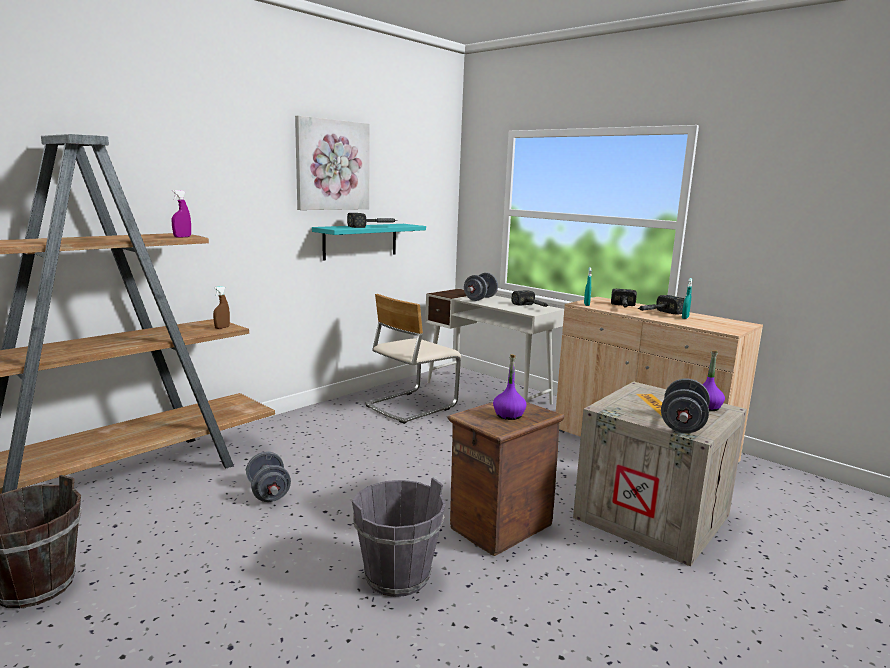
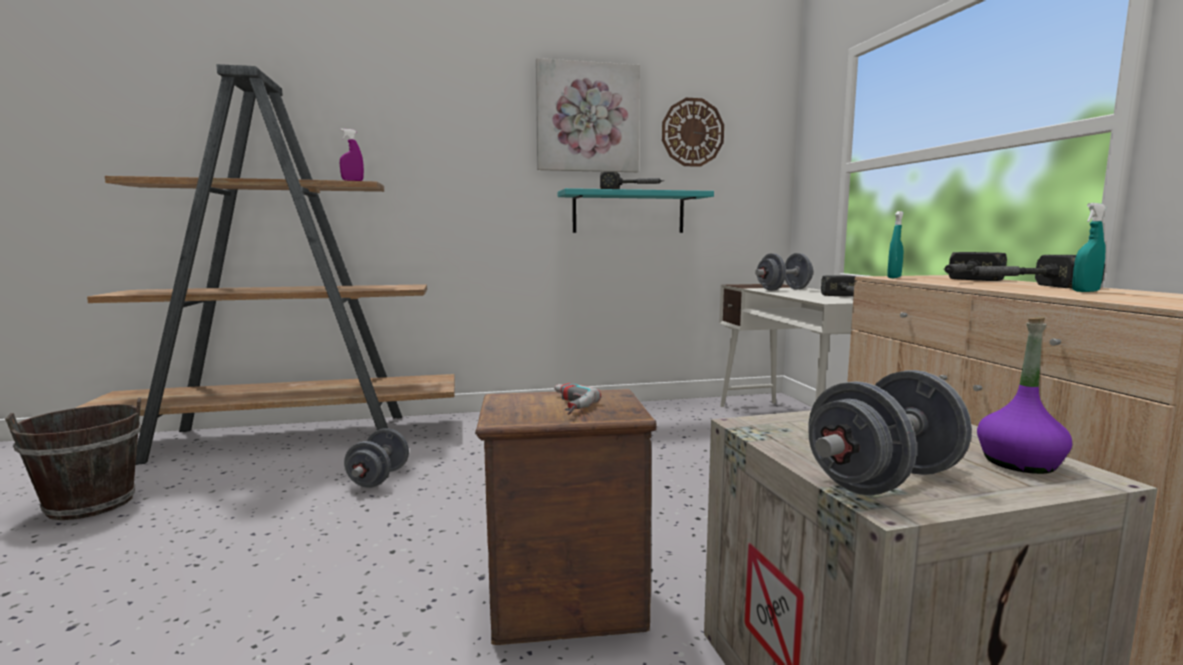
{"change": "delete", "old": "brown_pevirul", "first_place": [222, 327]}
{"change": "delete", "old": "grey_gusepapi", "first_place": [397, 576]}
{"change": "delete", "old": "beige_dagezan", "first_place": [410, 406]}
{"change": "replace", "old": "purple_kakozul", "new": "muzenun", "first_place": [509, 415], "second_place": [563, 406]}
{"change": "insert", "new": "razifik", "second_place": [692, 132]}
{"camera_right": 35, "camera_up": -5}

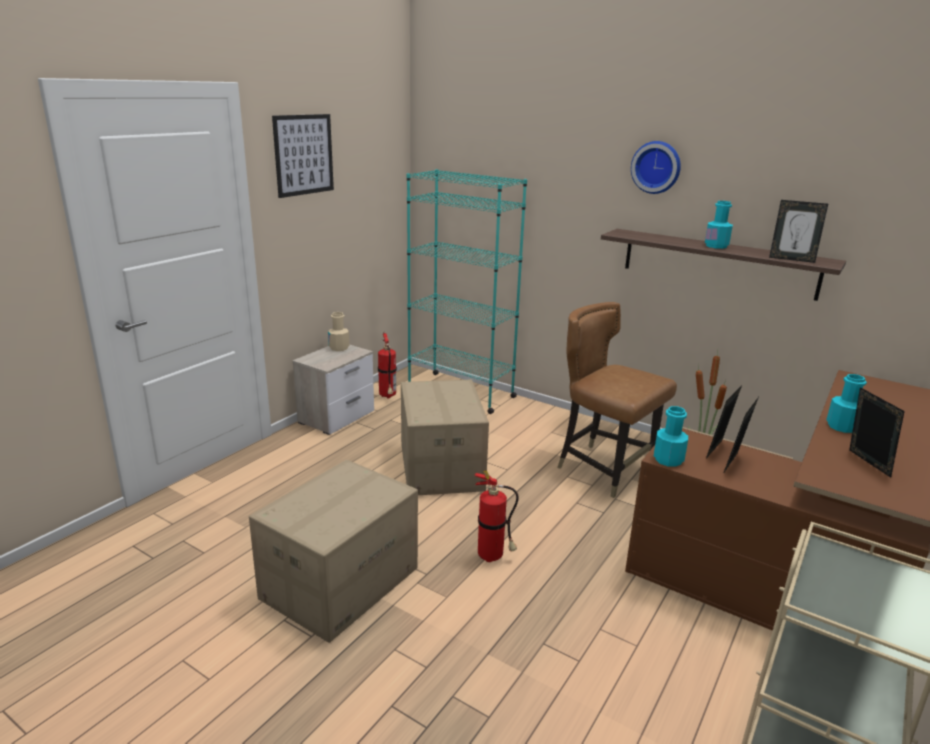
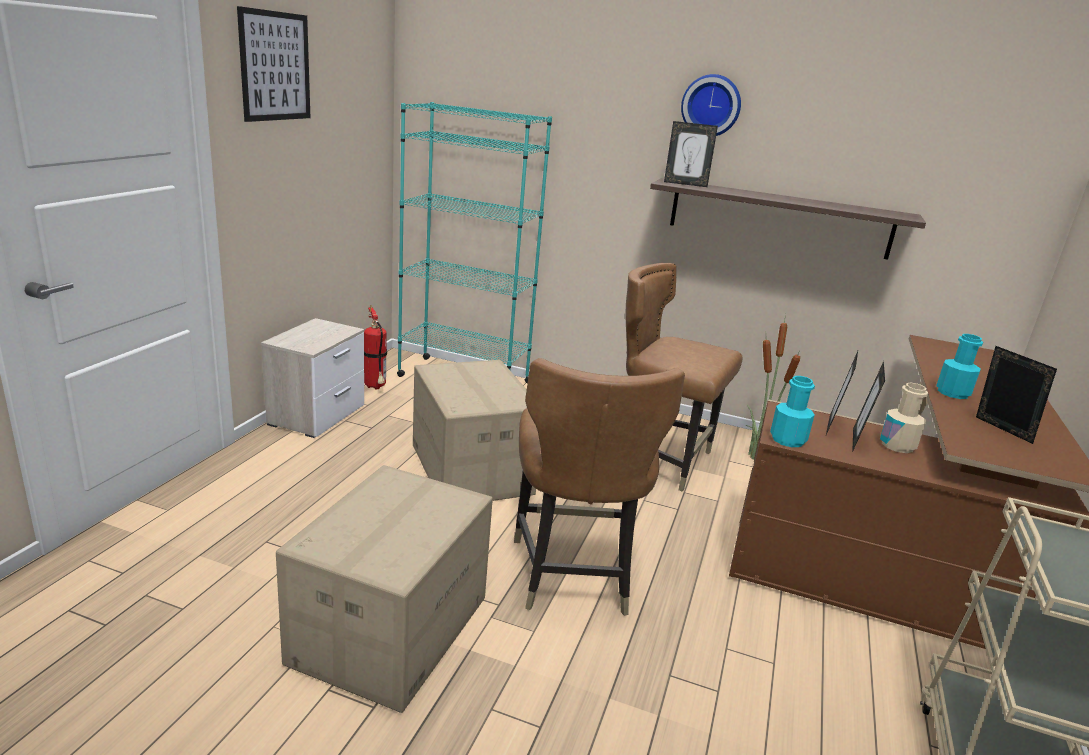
{"change": "move", "old": "beige_kakozul", "first_place": [339, 348], "second_place": [897, 445]}
{"change": "replace", "old": "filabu", "new": "brown_dagezan", "first_place": [493, 557], "second_place": [573, 574]}
{"change": "delete", "old": "turquoise_kakozul", "first_place": [716, 246]}
{"change": "move", "old": "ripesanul", "first_place": [791, 259], "second_place": [685, 184]}
{"camera_right": -15, "camera_up": 0}

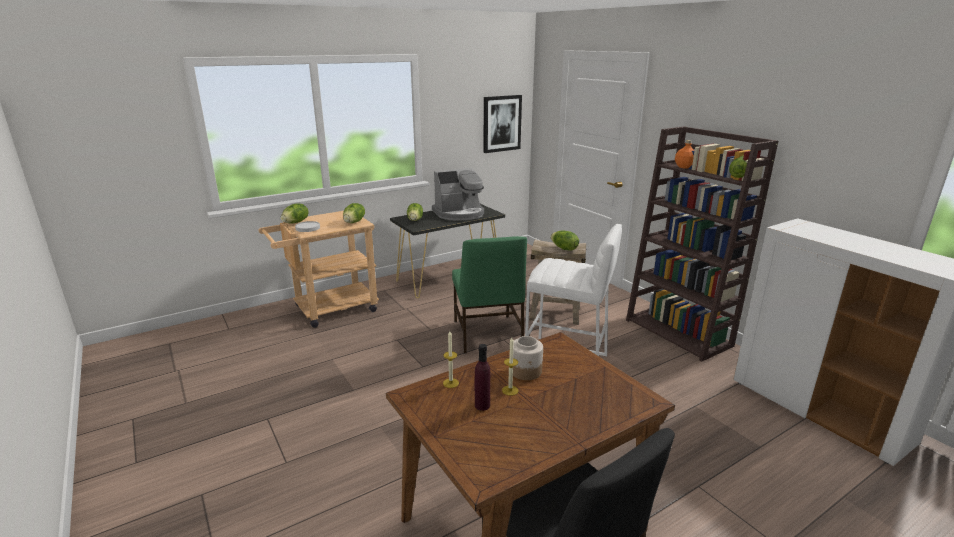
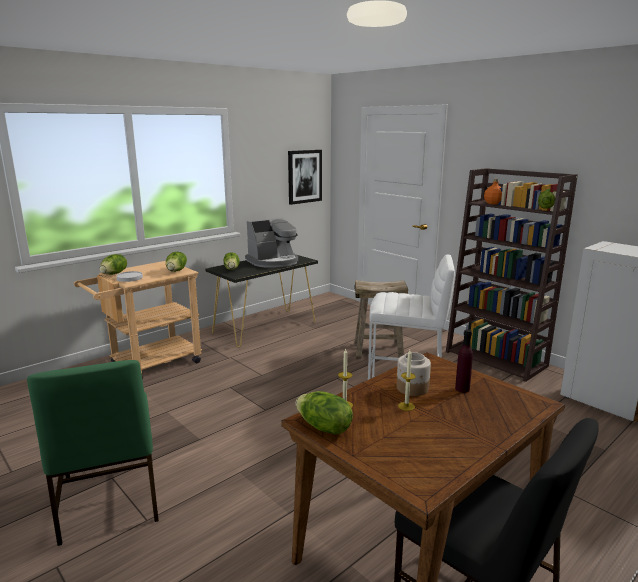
{"change": "move", "old": "green_dagezan", "first_place": [487, 334], "second_place": [108, 501]}
{"change": "move", "old": "purple_kakozul", "first_place": [482, 405], "second_place": [462, 389]}
{"change": "move", "old": "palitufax", "first_place": [564, 248], "second_place": [323, 428]}
{"camera_right": -10, "camera_up": -5}

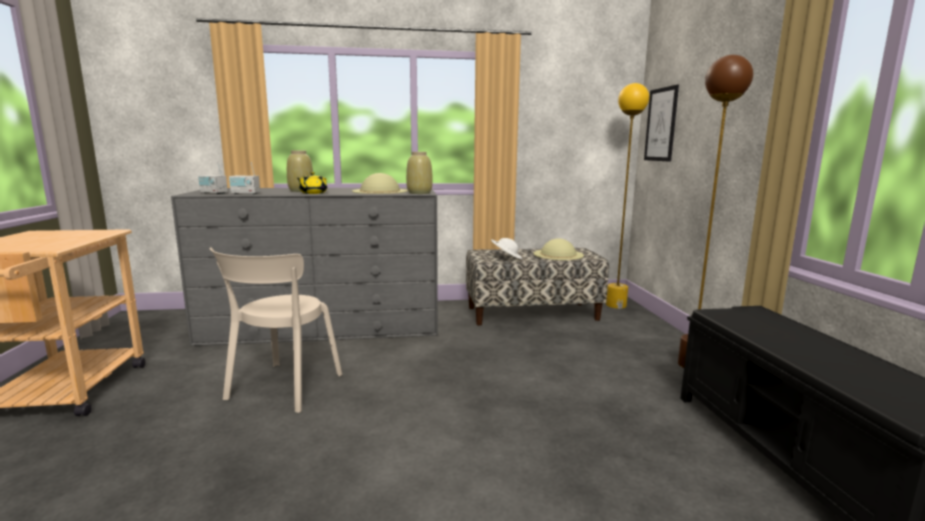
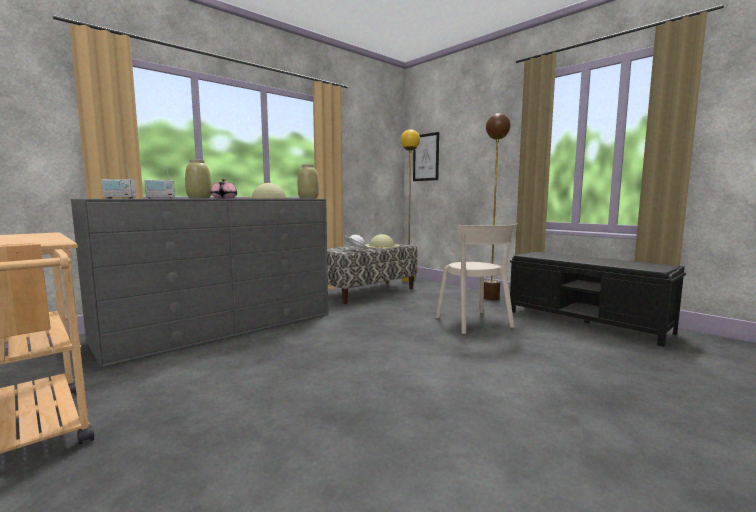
{"change": "move", "old": "beige_dagezan", "first_place": [282, 389], "second_place": [475, 323]}
{"change": "recolor", "old": "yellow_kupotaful", "new": "pink_kupotaful", "first_place": [313, 193], "second_place": [224, 198]}
{"camera_right": -35, "camera_up": -5}

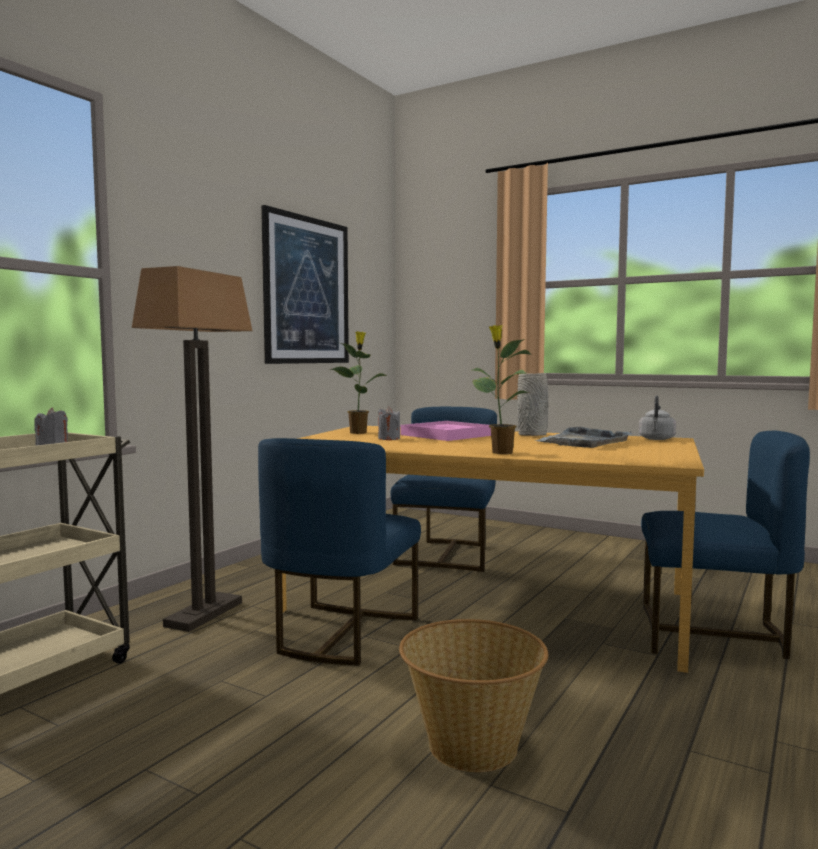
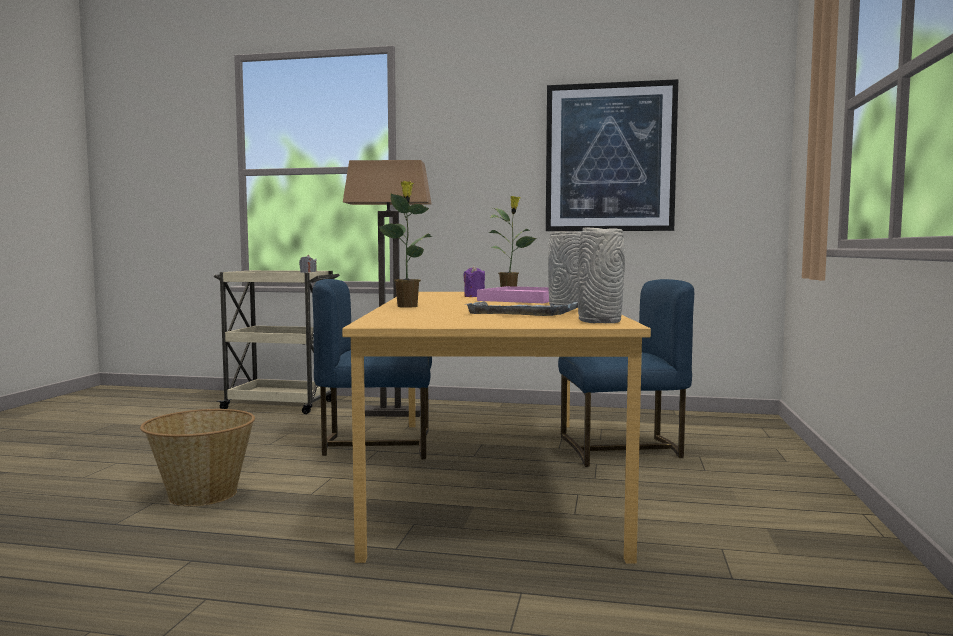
{"change": "recolor", "old": "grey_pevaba", "new": "purple_pevaba", "first_place": [389, 438], "second_place": [474, 296]}
{"change": "replace", "old": "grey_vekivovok", "new": "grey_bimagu", "first_place": [656, 439], "second_place": [599, 321]}
{"change": "delete", "old": "blue_dagezan", "first_place": [712, 635]}
{"camera_right": 70, "camera_up": 0}

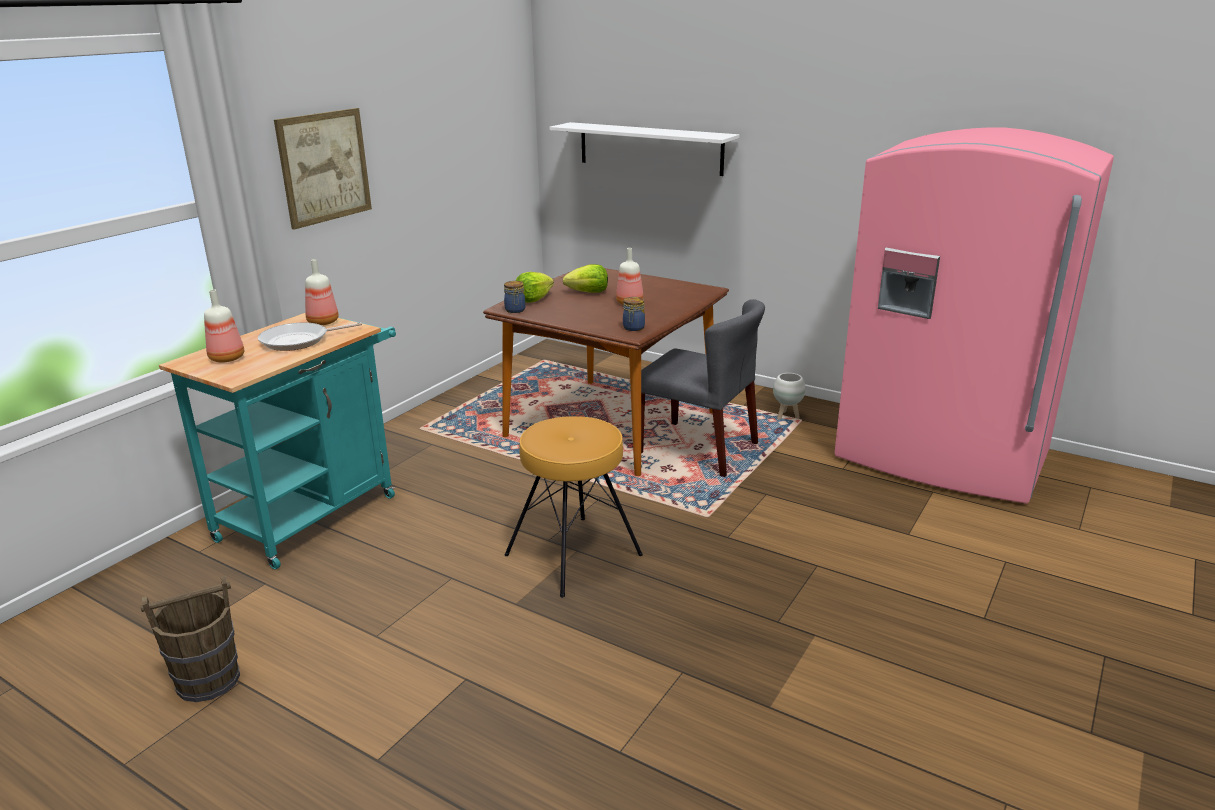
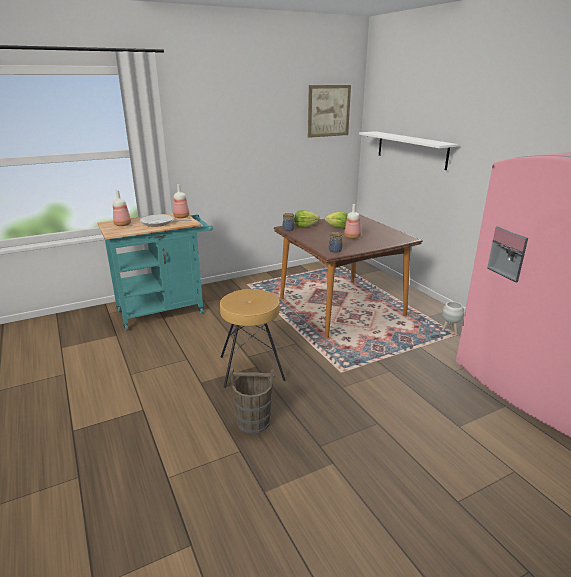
{"change": "move", "old": "brown_gusepapi", "first_place": [209, 680], "second_place": [254, 422]}
{"change": "move", "old": "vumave", "first_place": [324, 167], "second_place": [328, 111]}
{"change": "delete", "old": "grey_dagezan", "first_place": [698, 449]}
{"camera_right": 30, "camera_up": 0}

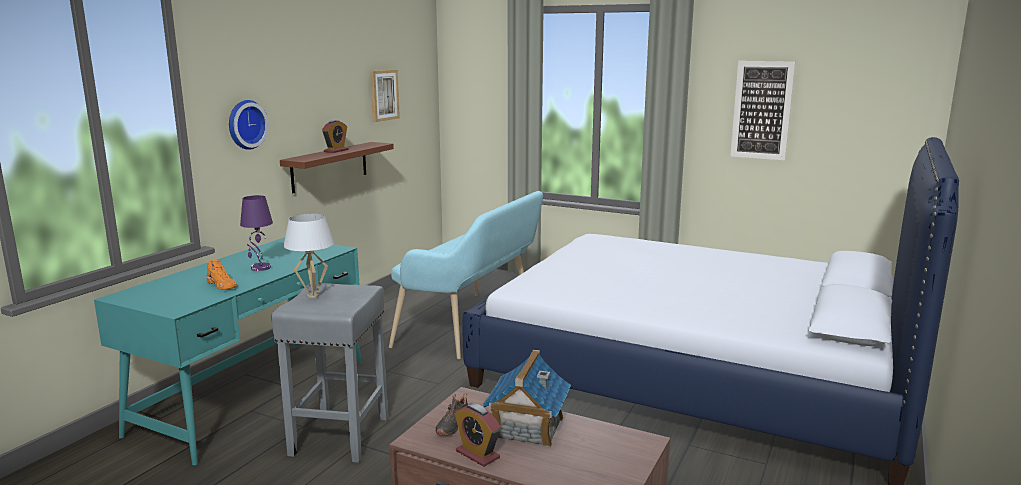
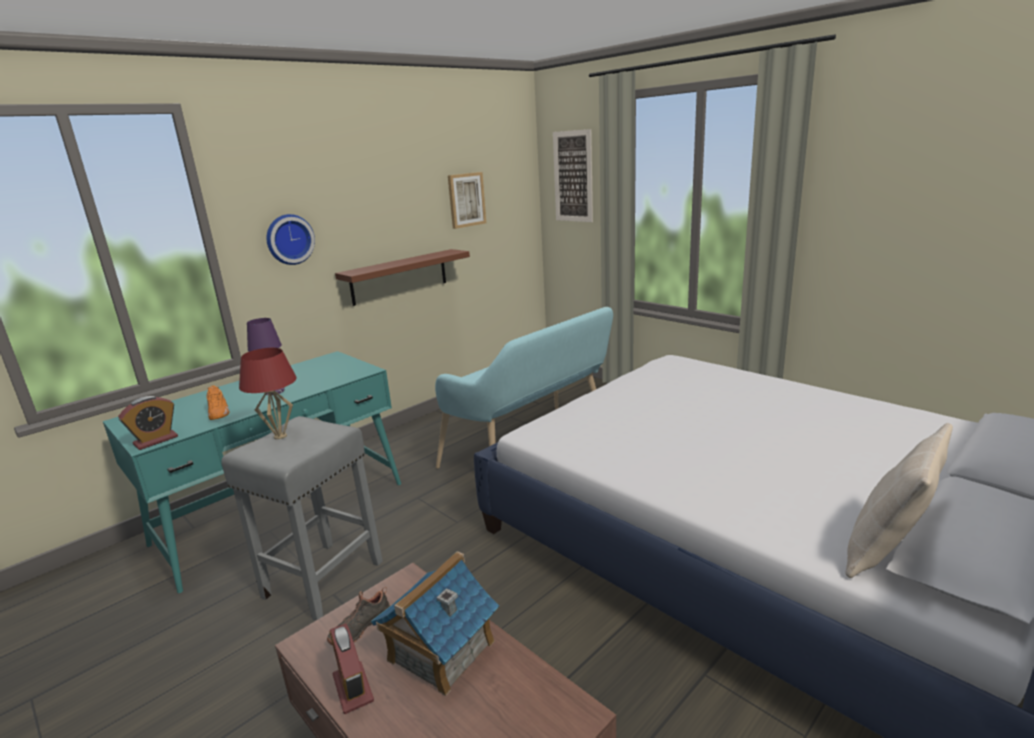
{"change": "recolor", "old": "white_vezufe", "new": "red_vezufe", "first_place": [313, 296], "second_place": [280, 436]}
{"change": "move", "old": "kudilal", "first_place": [336, 150], "second_place": [156, 440]}
{"change": "move", "old": "vumave", "first_place": [761, 110], "second_place": [573, 176]}
{"change": "insert", "new": "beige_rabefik", "second_place": [887, 551]}
{"camera_right": 20, "camera_up": 5}

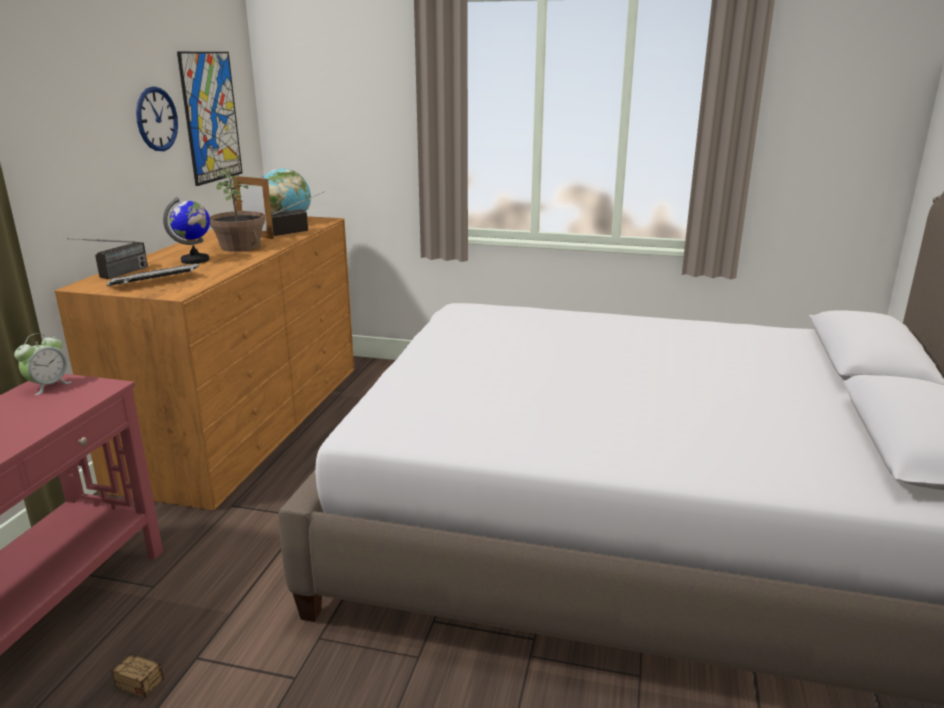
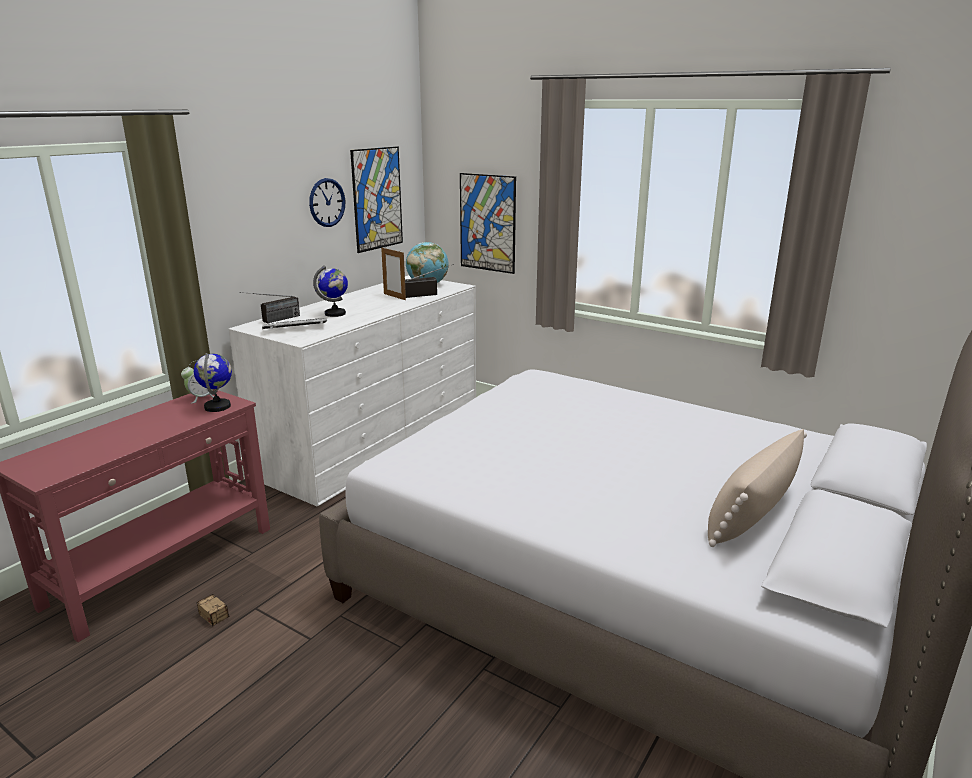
{"change": "recolor", "old": "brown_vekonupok", "new": "white_vekonupok", "first_place": [247, 421], "second_place": [374, 442]}
{"change": "delete", "old": "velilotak", "first_place": [241, 246]}
{"change": "insert", "new": "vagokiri", "second_place": [218, 406]}
{"change": "insert", "new": "vumave", "second_place": [487, 223]}
{"change": "insert", "new": "beige_rabefik", "second_place": [751, 513]}
{"camera_right": 20, "camera_up": 0}

